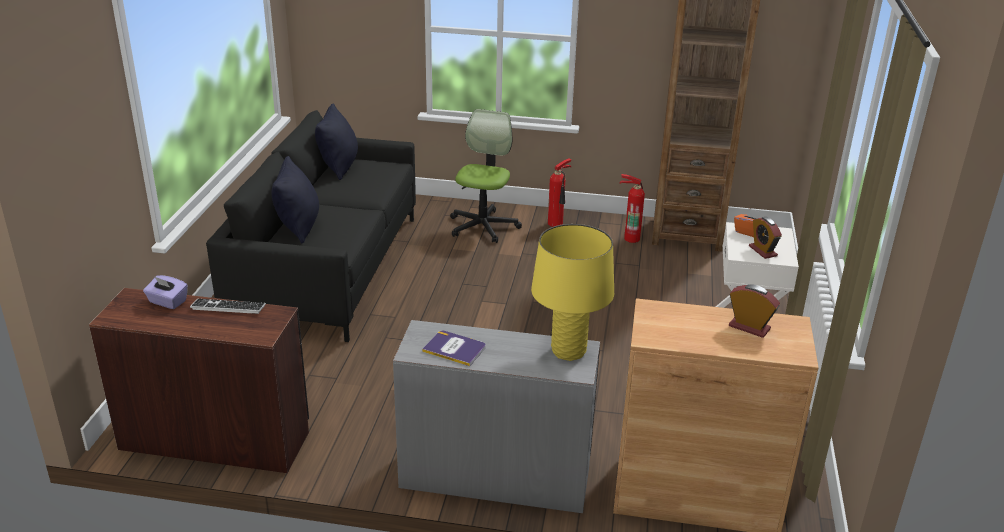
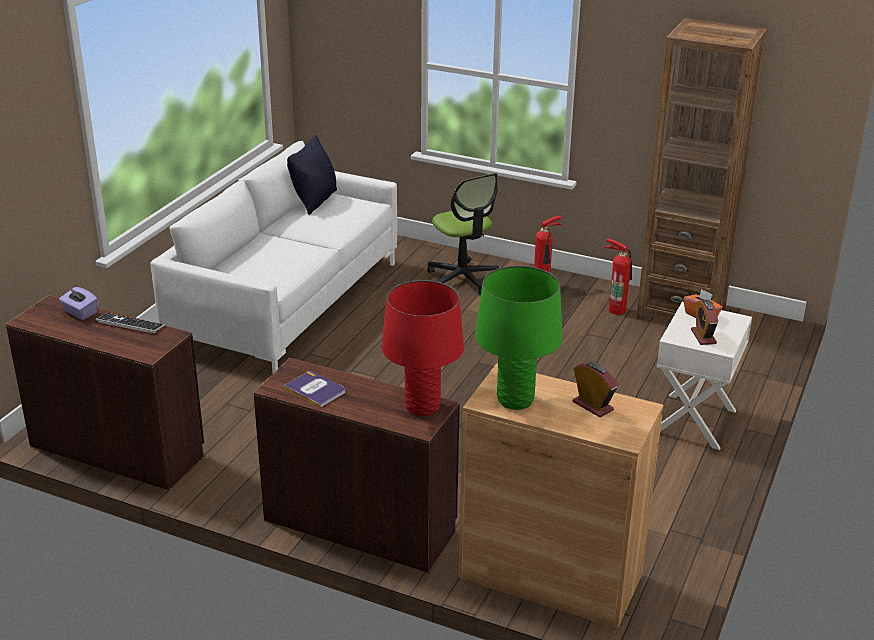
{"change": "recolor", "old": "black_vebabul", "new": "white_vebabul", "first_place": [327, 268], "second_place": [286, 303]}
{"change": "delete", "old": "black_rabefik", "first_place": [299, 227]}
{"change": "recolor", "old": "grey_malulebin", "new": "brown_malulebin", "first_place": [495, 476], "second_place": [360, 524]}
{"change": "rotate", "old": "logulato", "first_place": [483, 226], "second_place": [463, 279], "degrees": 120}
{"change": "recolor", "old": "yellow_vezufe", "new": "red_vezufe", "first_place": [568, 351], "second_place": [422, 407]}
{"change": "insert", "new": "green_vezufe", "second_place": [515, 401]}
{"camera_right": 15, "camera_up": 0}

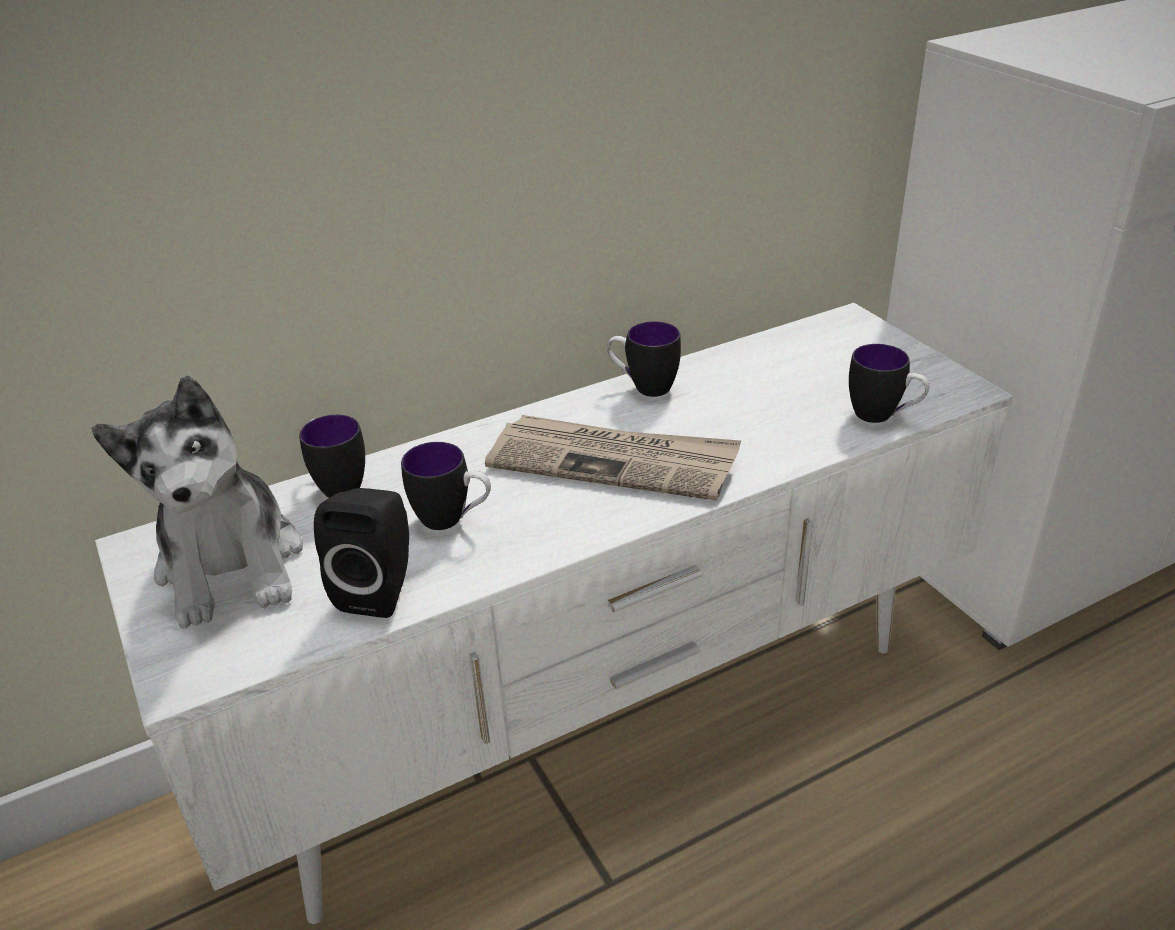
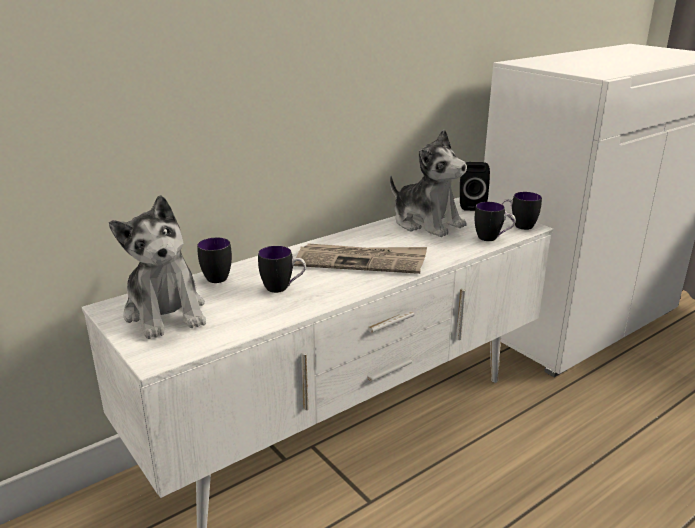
{"change": "move", "old": "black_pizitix", "first_place": [380, 589], "second_place": [471, 205]}
{"change": "move", "old": "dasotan", "first_place": [643, 387], "second_place": [518, 226]}
{"change": "insert", "new": "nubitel", "second_place": [427, 223]}
{"camera_right": -10, "camera_up": -10}

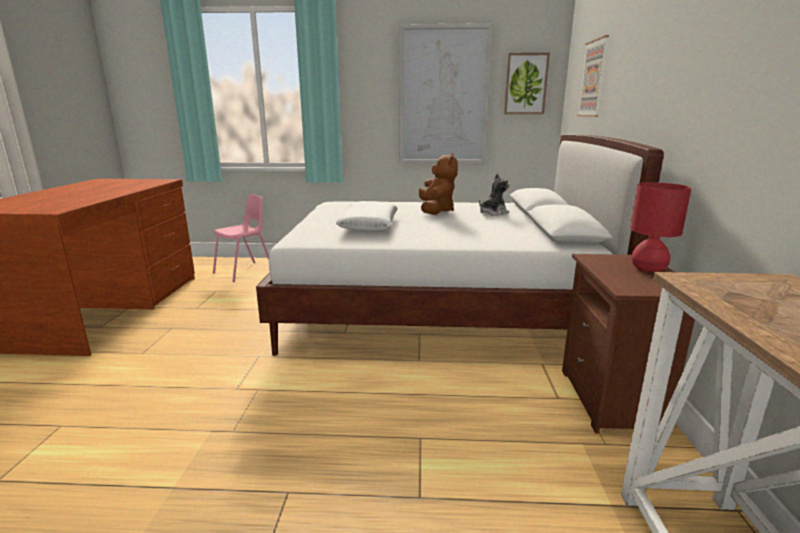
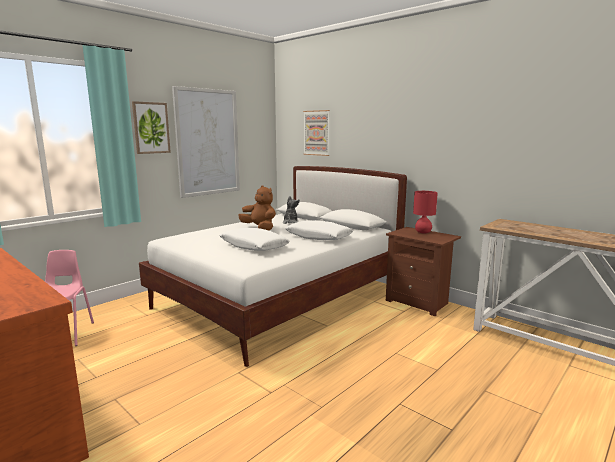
{"change": "move", "old": "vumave", "first_place": [525, 84], "second_place": [151, 128]}
{"change": "insert", "new": "white_rabefik", "second_place": [318, 237]}
{"camera_right": -50, "camera_up": -5}

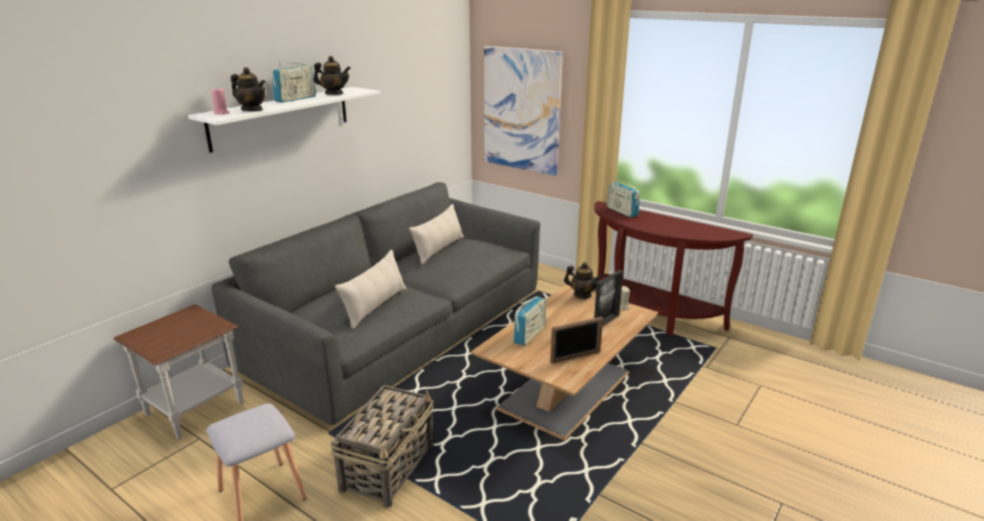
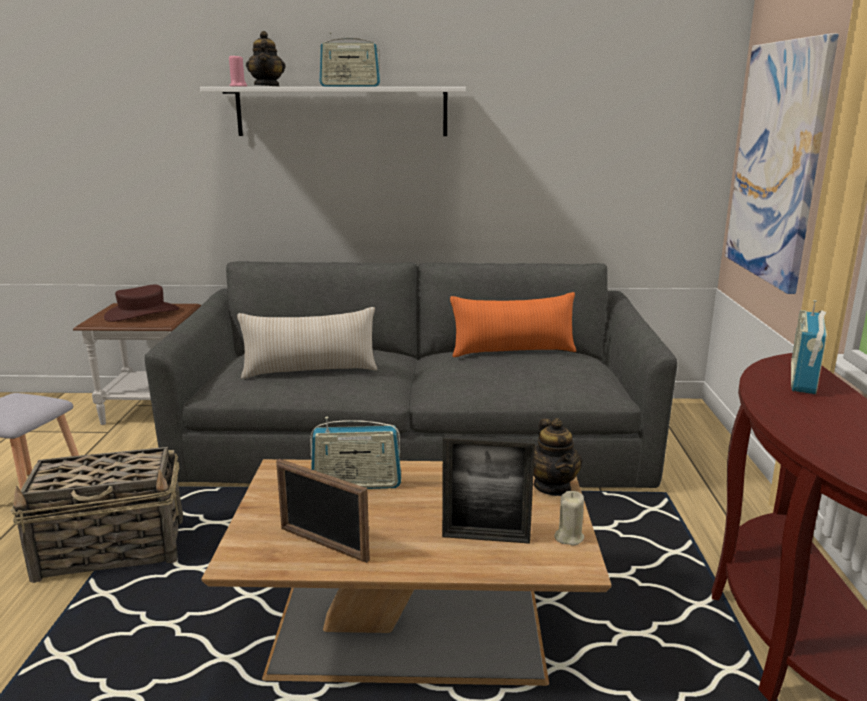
{"change": "delete", "old": "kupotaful", "first_place": [334, 94]}
{"change": "recolor", "old": "beige_rabefik", "new": "orange_rabefik", "first_place": [438, 249], "second_place": [513, 351]}
{"change": "insert", "new": "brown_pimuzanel", "second_place": [142, 313]}
{"camera_right": 55, "camera_up": -5}

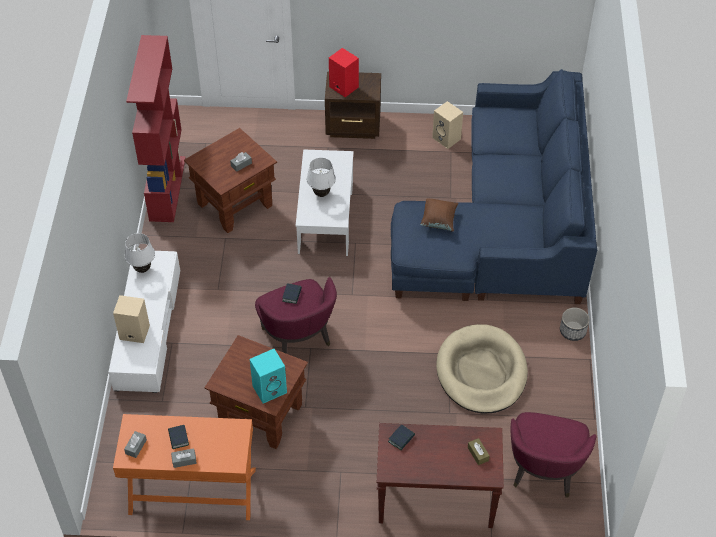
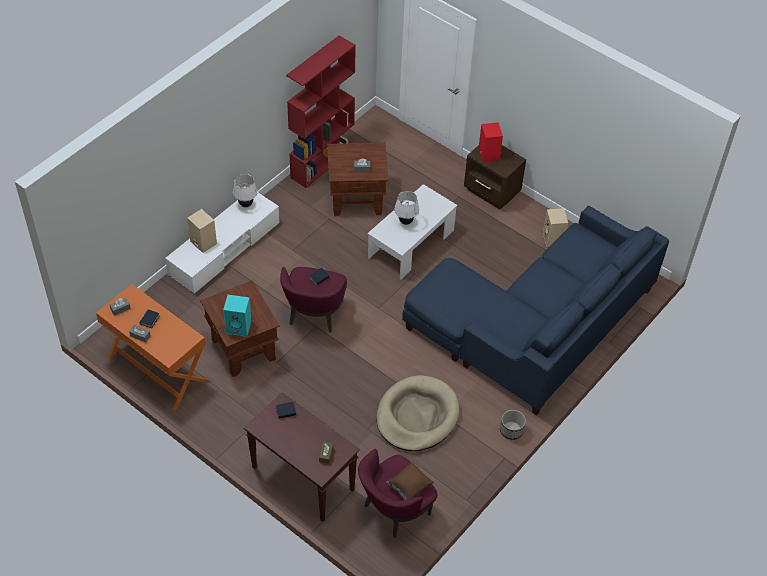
{"change": "move", "old": "brown_rabefik", "first_place": [438, 221], "second_place": [409, 487]}
{"camera_right": 35, "camera_up": 0}

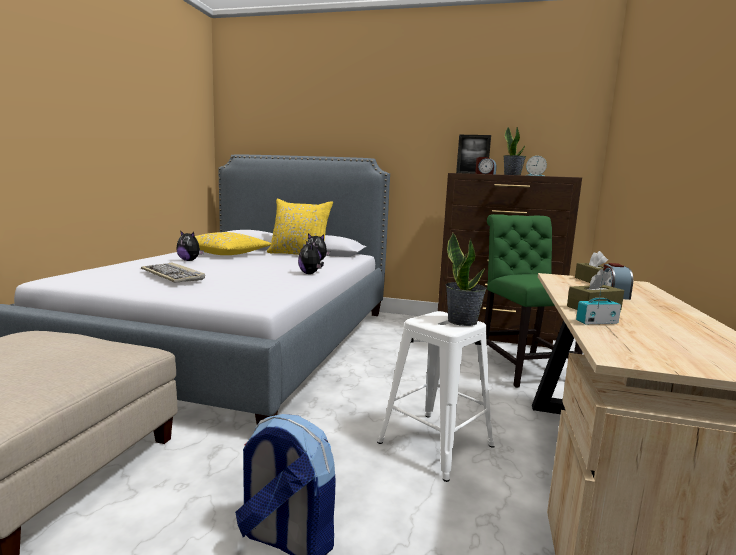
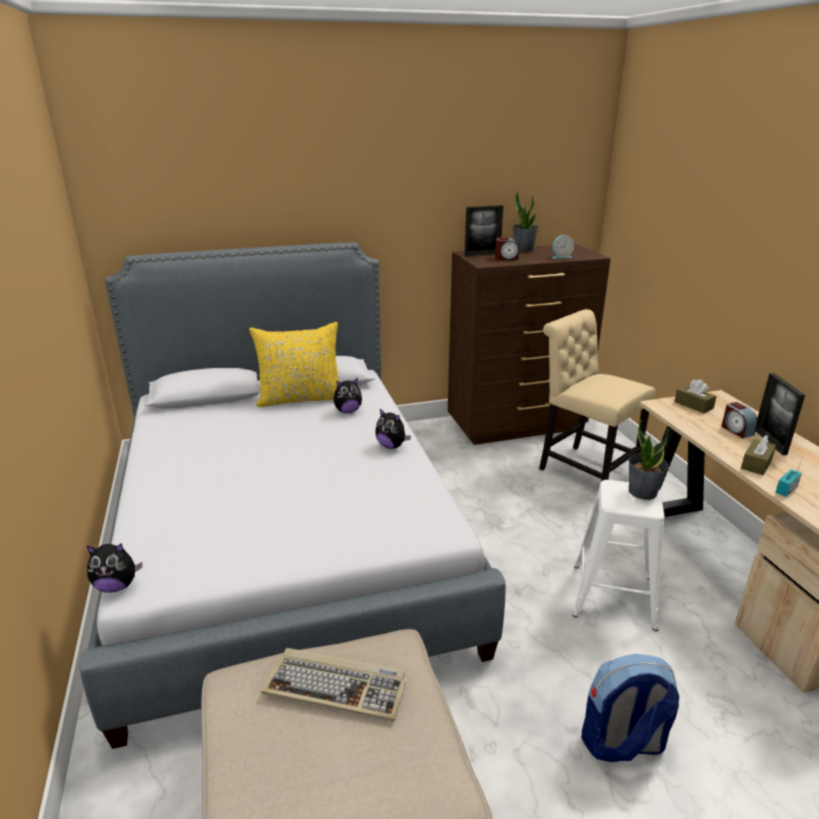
{"change": "move", "old": "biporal", "first_place": [173, 275], "second_place": [337, 687]}
{"change": "move", "old": "nubitel", "first_place": [189, 260], "second_place": [117, 586]}
{"change": "delete", "old": "yellow_rabefik", "first_place": [227, 254]}
{"change": "recolor", "old": "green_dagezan", "new": "beige_dagezan", "first_place": [522, 368], "second_place": [583, 469]}
{"change": "insert", "new": "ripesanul", "second_place": [770, 442]}
{"camera_right": -30, "camera_up": 15}

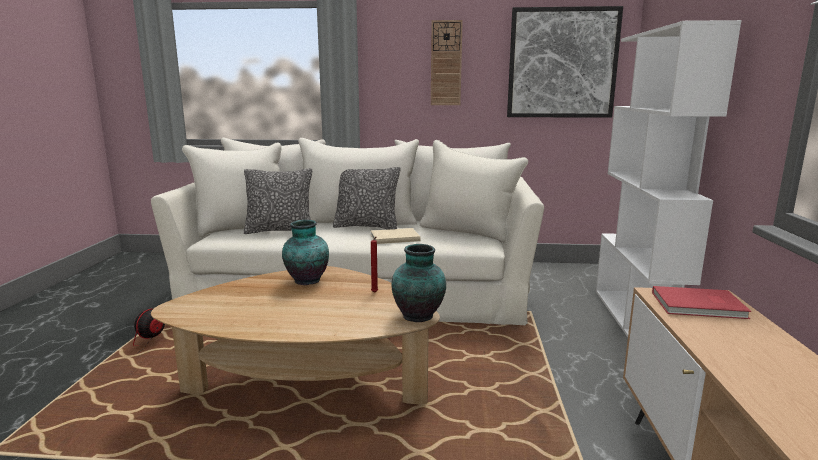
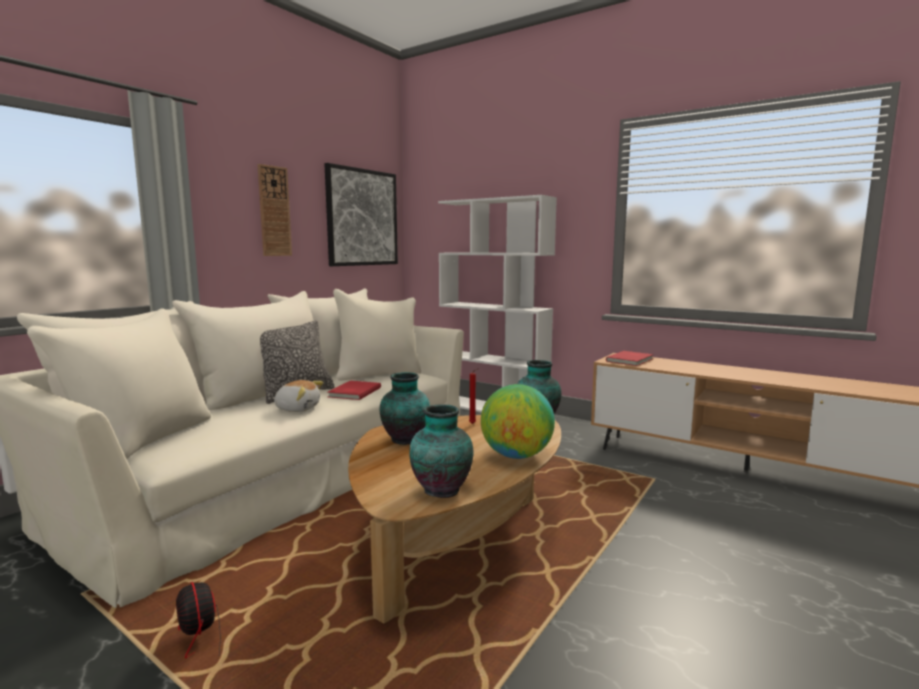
{"change": "delete", "old": "rabefik", "first_place": [280, 231]}
{"change": "recolor", "old": "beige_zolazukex", "new": "red_zolazukex", "first_place": [394, 237], "second_place": [353, 392]}
{"change": "insert", "new": "nubitel", "second_place": [298, 408]}
{"change": "insert", "new": "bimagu", "second_place": [441, 489]}
{"change": "insert", "new": "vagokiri", "second_place": [516, 455]}
{"camera_right": -60, "camera_up": -5}

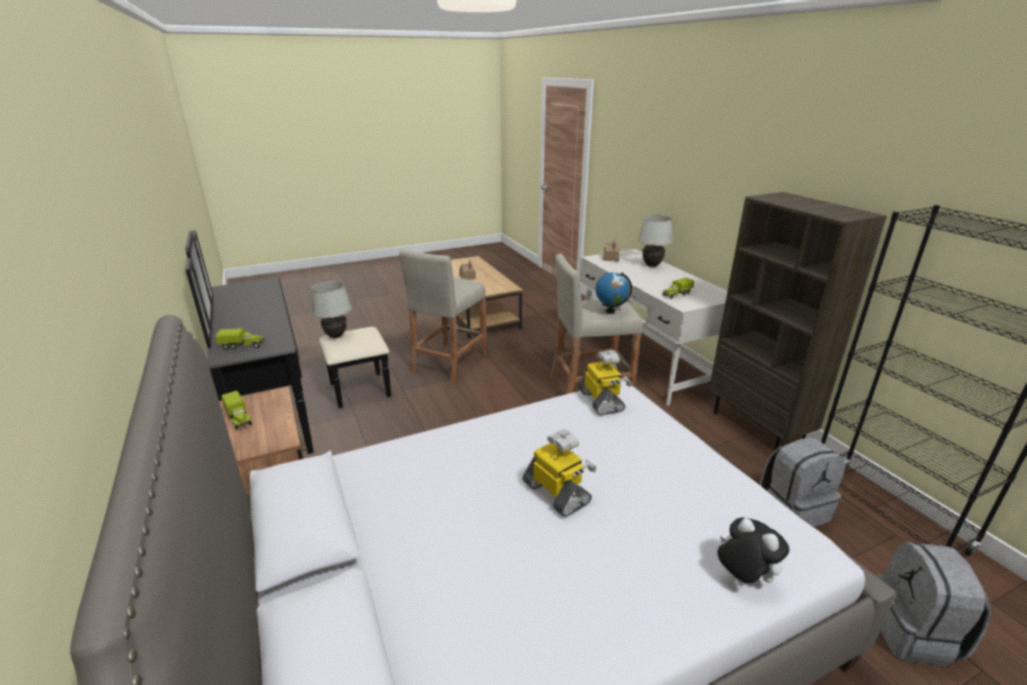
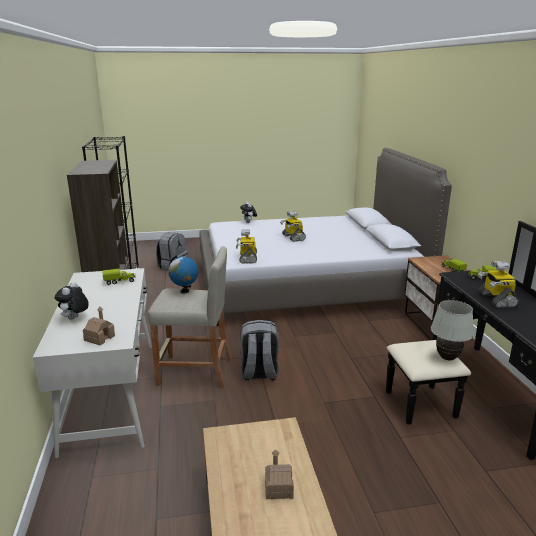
{"change": "delete", "old": "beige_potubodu", "first_place": [449, 363]}
{"change": "replace", "old": "white_vezufe", "new": "nubitel", "first_place": [651, 265], "second_place": [74, 319]}
{"change": "move", "old": "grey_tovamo", "first_place": [792, 509], "second_place": [259, 373]}
{"change": "insert", "new": "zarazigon", "second_place": [496, 299]}
{"camera_right": -165, "camera_up": -5}

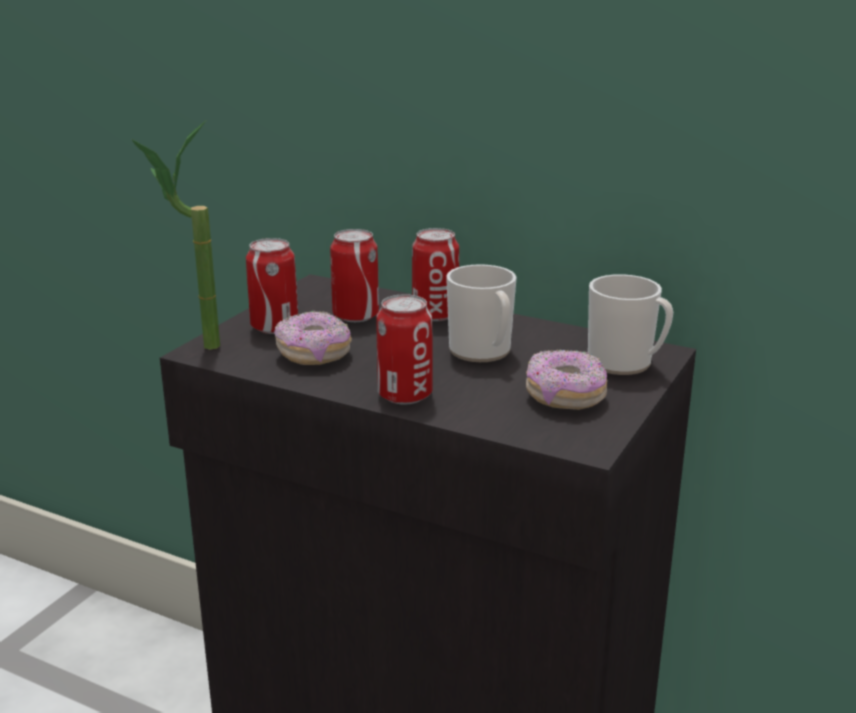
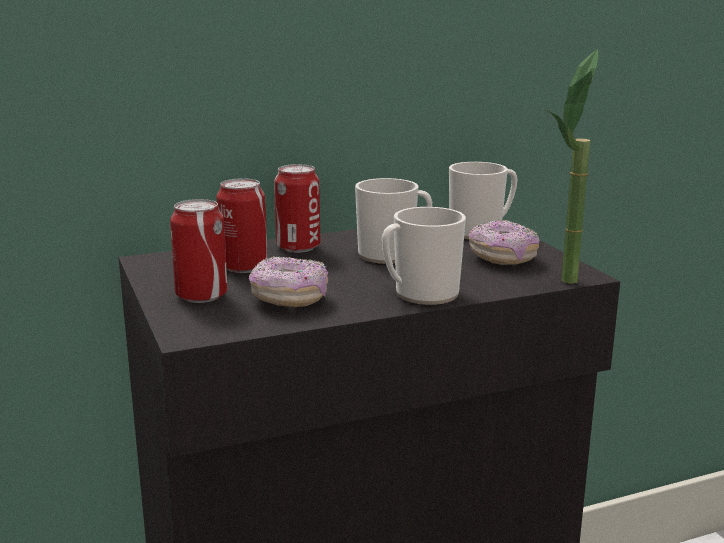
{"change": "move", "old": "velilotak", "first_place": [194, 348], "second_place": [565, 286]}
{"change": "replace", "old": "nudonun", "new": "dasotan", "first_place": [405, 395], "second_place": [420, 294]}
{"camera_right": -50, "camera_up": -5}

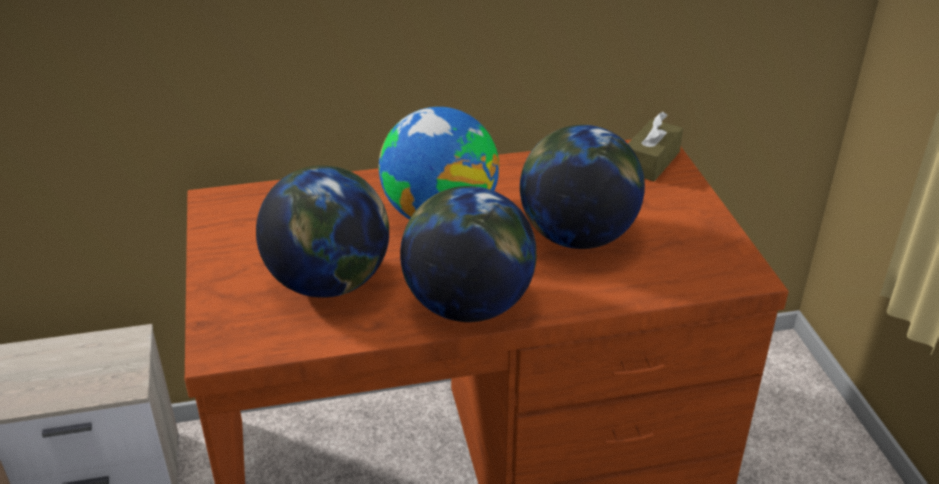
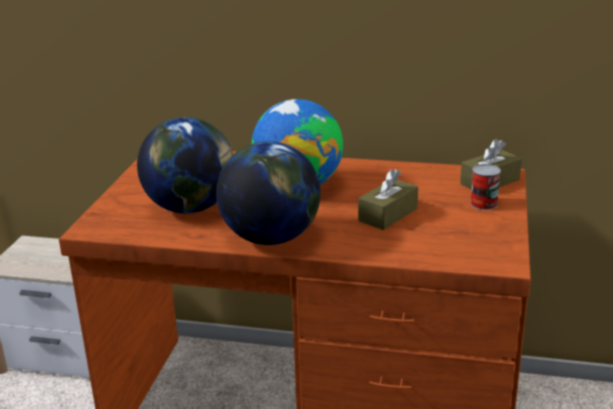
{"change": "replace", "old": "vagokiri", "new": "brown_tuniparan", "first_place": [577, 236], "second_place": [388, 215]}
{"change": "insert", "new": "nudonun", "second_place": [483, 203]}
{"camera_right": 25, "camera_up": -10}

